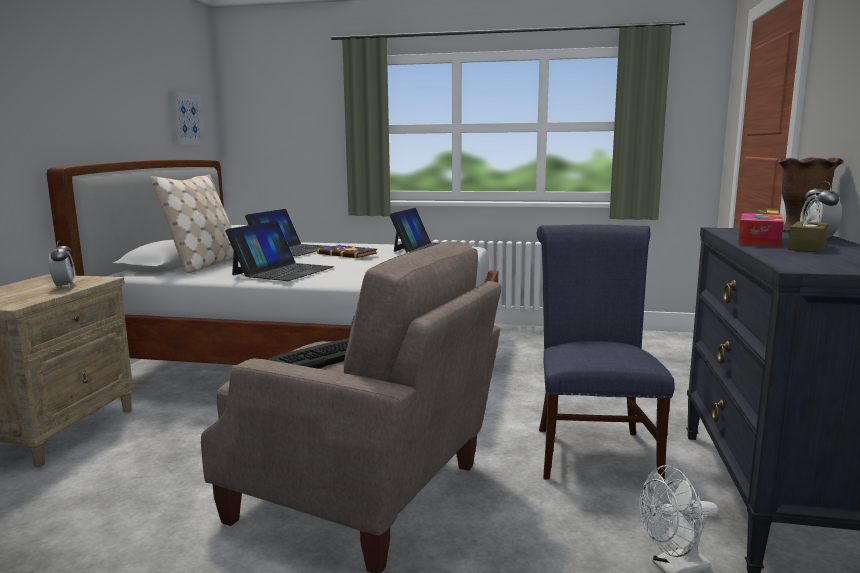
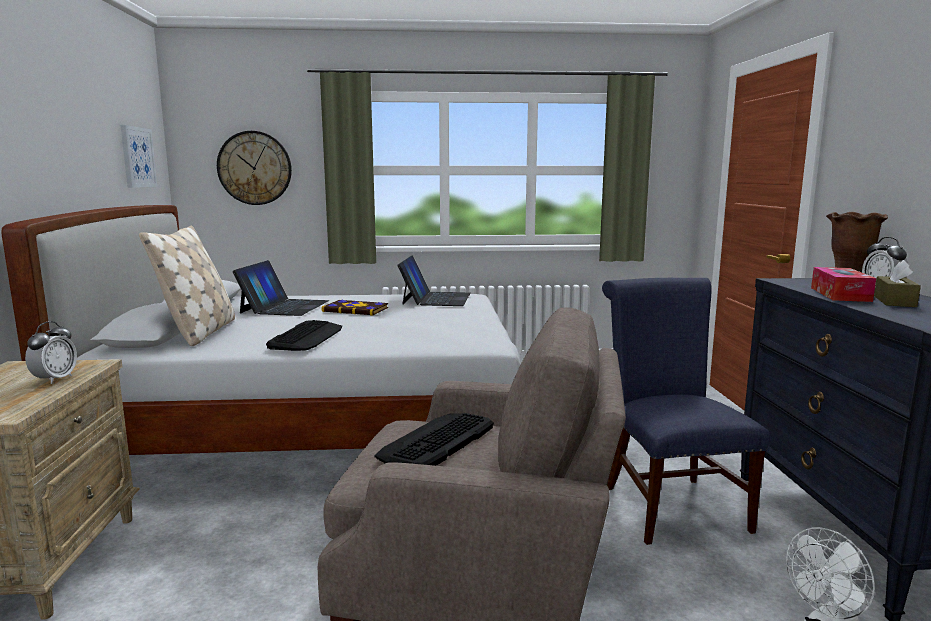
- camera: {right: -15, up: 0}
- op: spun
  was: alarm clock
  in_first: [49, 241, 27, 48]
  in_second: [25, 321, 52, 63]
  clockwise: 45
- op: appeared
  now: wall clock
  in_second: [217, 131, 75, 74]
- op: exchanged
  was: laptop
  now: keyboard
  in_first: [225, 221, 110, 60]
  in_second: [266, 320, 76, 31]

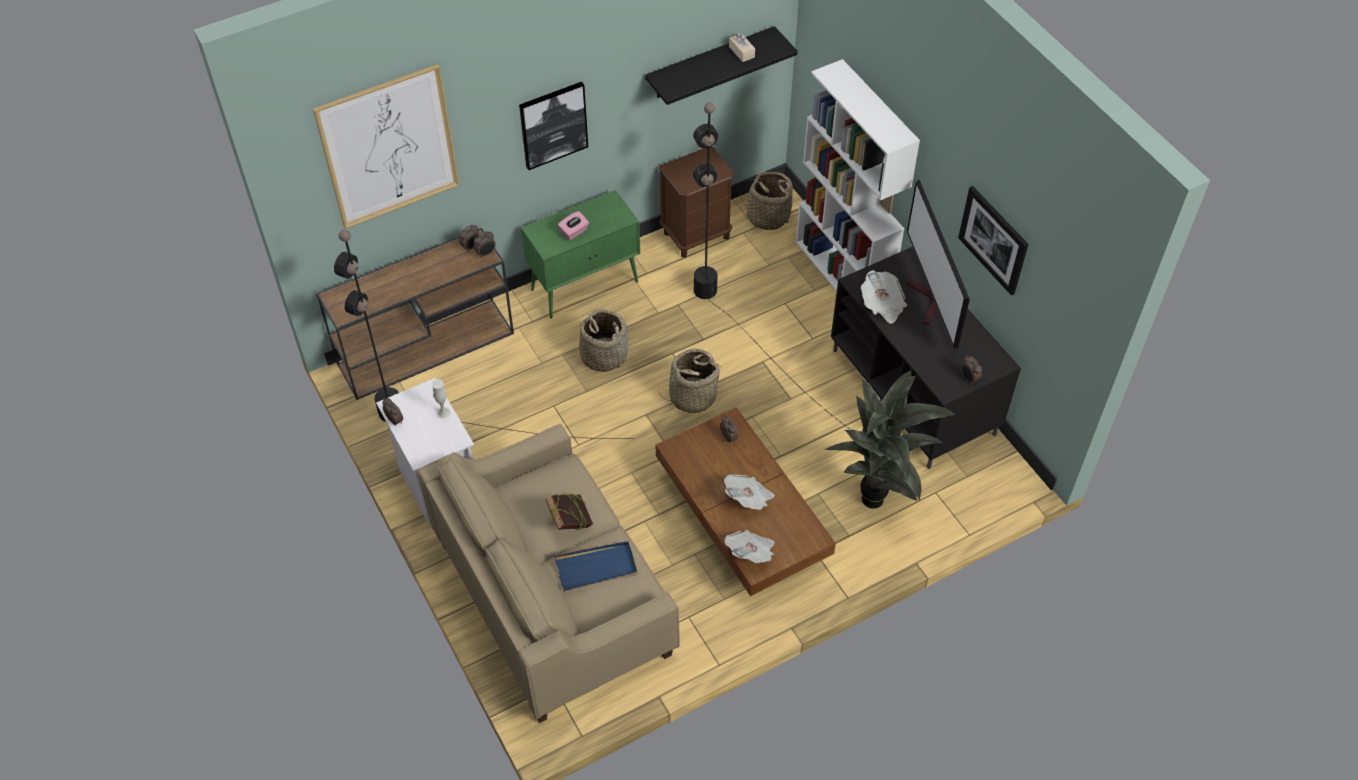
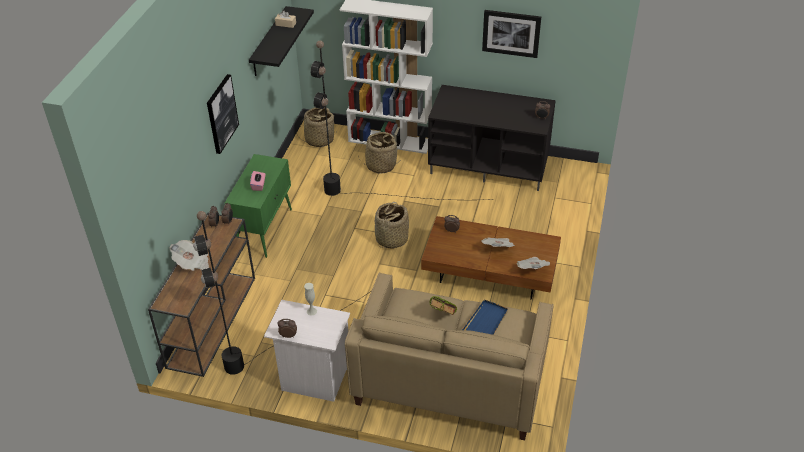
- camera: {right: -45, up: -10}
- op: relocated
  was: newspaper
  in_first: [861, 270, 46, 53]
  in_second: [170, 240, 39, 31]
- op: relocated
  was: basket
  in_first: [579, 309, 49, 63]
  in_second: [358, 132, 39, 42]
- op: missing
  was: picture
  in_first: [313, 64, 146, 165]
- op: missing
  was: brown nightstand
  in_first: [658, 146, 76, 112]
- op: missing
  was: potted plant
  in_first: [825, 370, 130, 139]
- op: missing
  was: television
  in_first: [907, 179, 63, 170]

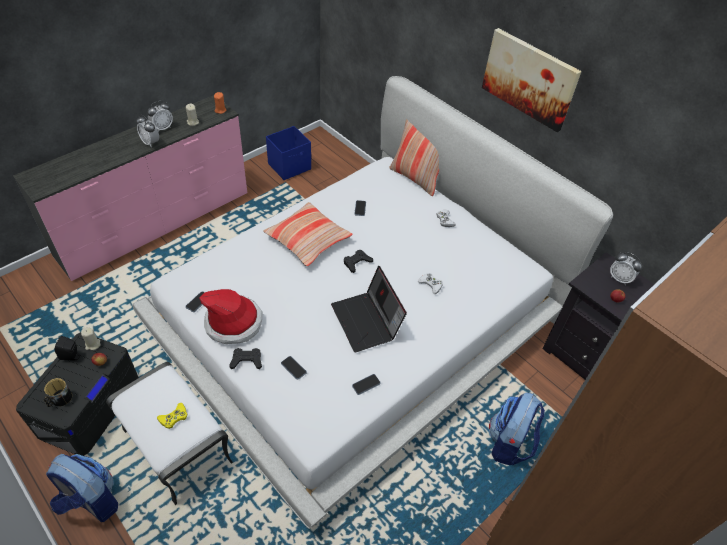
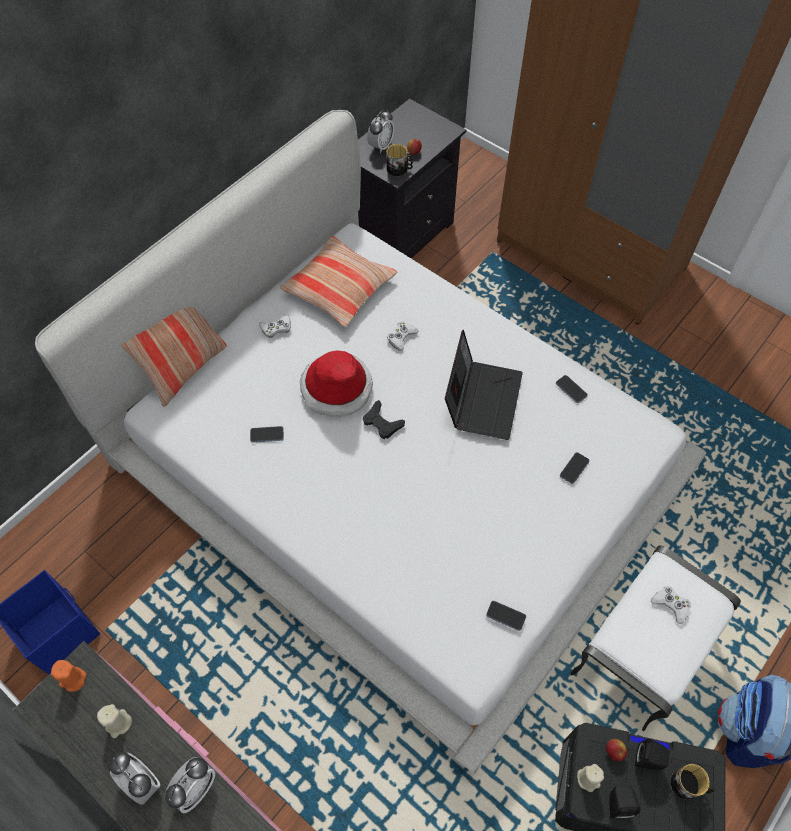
- camera: {right: -95, up: 10}
- op: relocated
  was: pillow
  in_first: [263, 202, 90, 65]
  in_second: [280, 236, 117, 92]
- op: relocated
  was: hat
  in_first: [199, 289, 64, 55]
  in_second: [300, 350, 73, 67]
- op: appeared
  now: mug
  in_second: [386, 144, 27, 32]
- op: spun
  was: laptop
  in_first: [331, 265, 76, 87]
  in_second: [445, 330, 78, 110]
  clockwise: -45
- op: appeared
  now: black speaker
  in_second: [635, 739, 35, 31]
- op: colour
  was: yellow game controller
  now: white game controller
  in_first: [157, 403, 30, 26]
  in_second: [651, 586, 40, 38]
- op: missing
  was: black game controller
  in_first: [229, 348, 33, 21]
- op: missing
  was: picture
  in_first: [482, 28, 100, 104]
- op: missing
  was: backpack
  in_first: [489, 393, 56, 72]

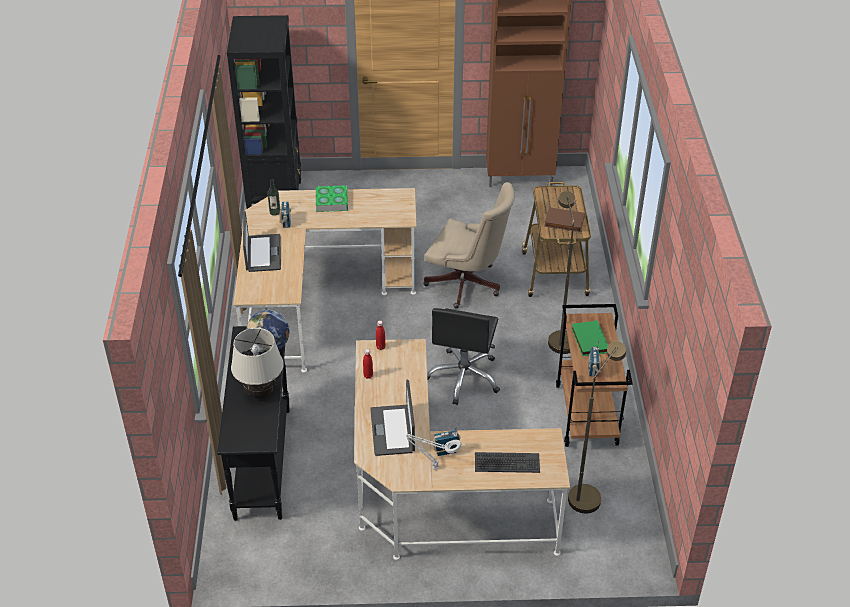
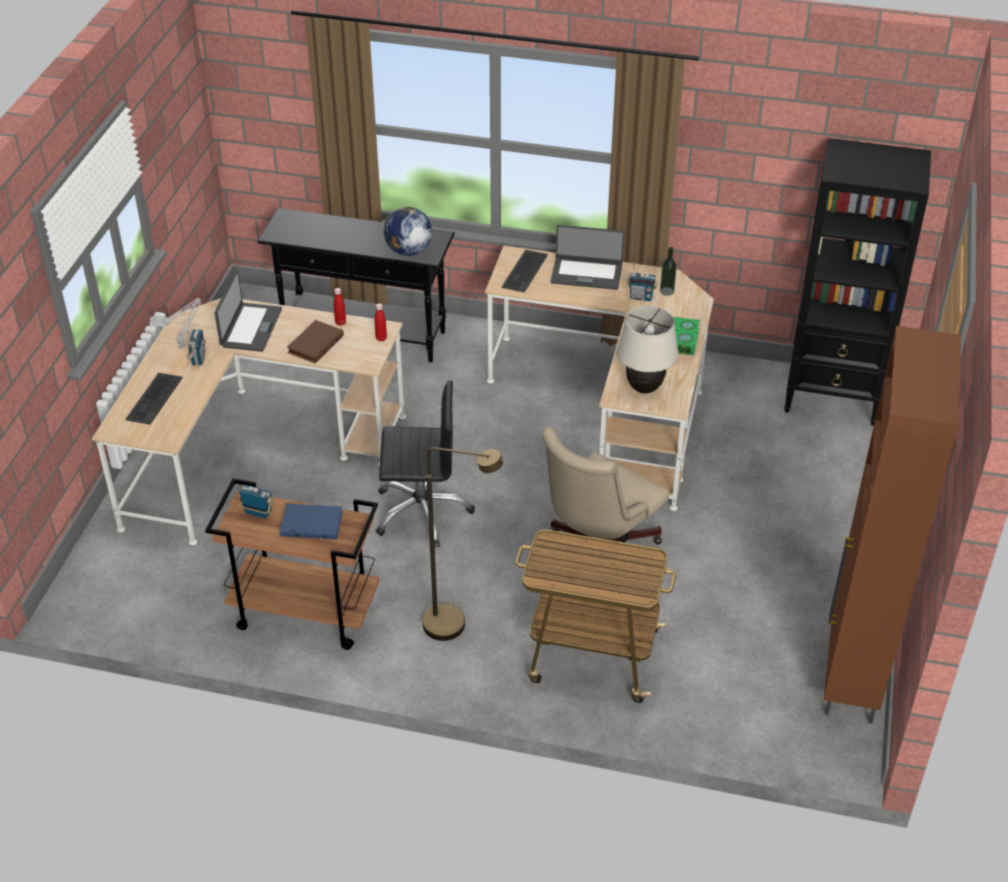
- camera: {right: 105, up: 0}
- op: spun
  was: laptop
  in_first: [370, 380, 45, 76]
  in_second: [215, 270, 67, 82]
  clockwise: 90
- op: colour
  was: green book
  now: blue book
  in_first: [571, 320, 37, 36]
  in_second: [280, 503, 63, 36]
- op: relocated
  was: brown book
  in_first: [544, 207, 41, 25]
  in_second: [287, 320, 57, 44]
- op: spun
  was: black office chair
  in_first: [427, 308, 73, 97]
  in_second: [376, 380, 99, 167]
  clockwise: 150
- op: appeared
  now: keyboard
  in_second: [501, 250, 47, 42]
- op: relocated
  was: beige table lamp
  in_first: [231, 328, 53, 71]
  in_second: [616, 306, 63, 88]
- op: missing
  was: brown floor lamp
  in_first: [568, 341, 58, 172]

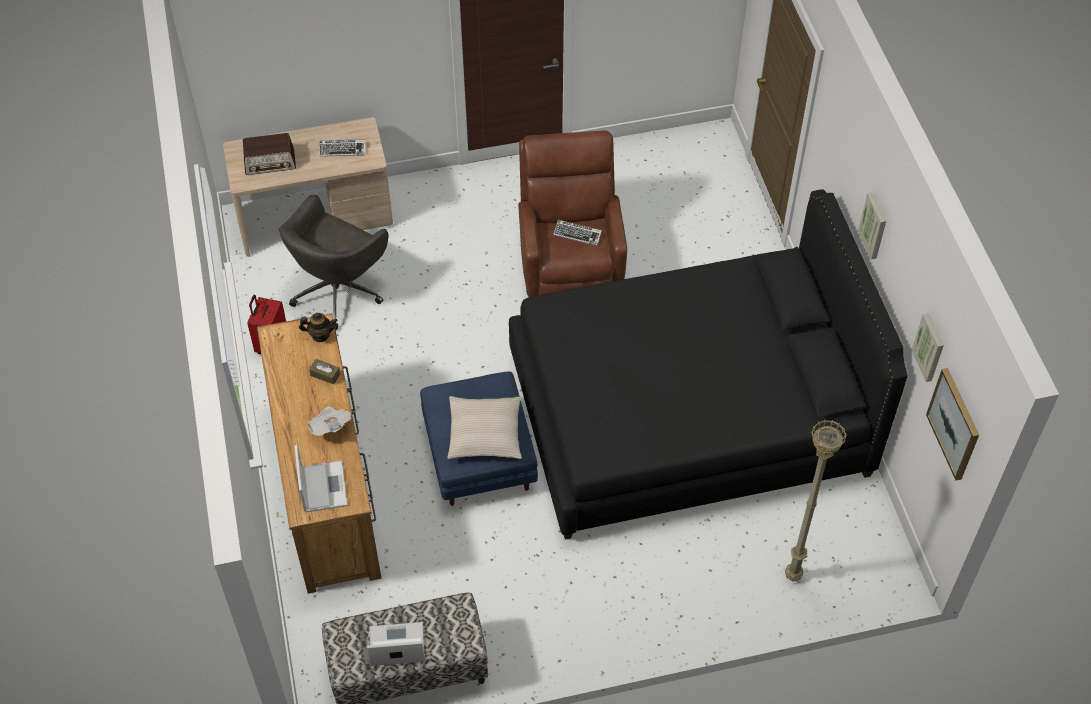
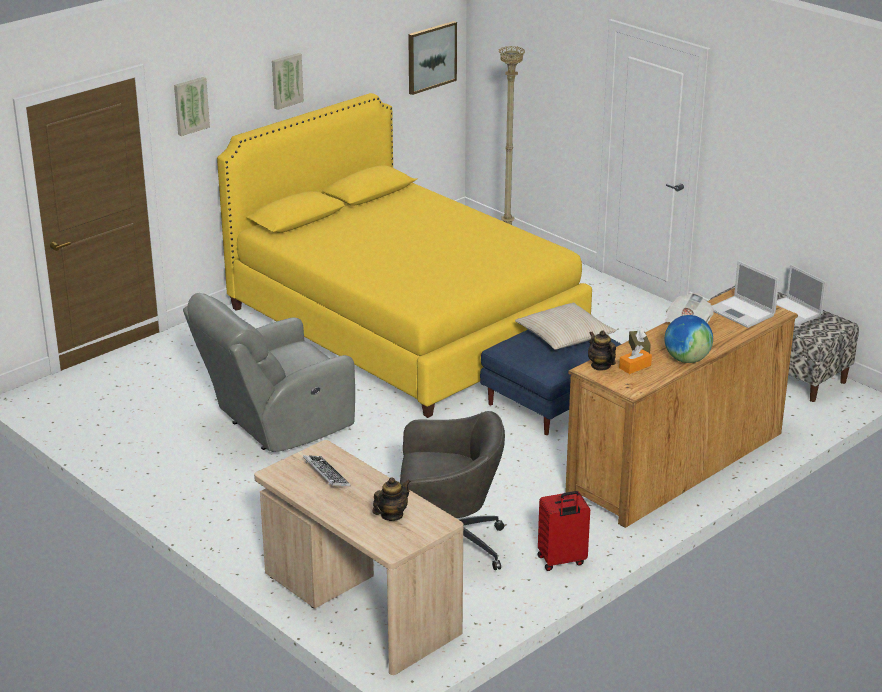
- camera: {right: -120, up: -25}
- op: relocated
  was: picture
  in_first: [912, 313, 32, 69]
  in_second: [174, 77, 36, 59]
- op: colour
  was: brown armchair
  now: grey armchair
  in_first: [518, 131, 109, 166]
  in_second: [183, 293, 172, 159]
- op: colour
  was: black bed
  now: yellow bed
  in_first: [509, 190, 399, 350]
  in_second: [217, 93, 375, 325]
- op: exchanged
  was: radio
  now: teapot
  in_first: [243, 133, 53, 42]
  in_second: [372, 477, 39, 44]
- op: appeared
  now: orange tissue box
  in_second: [619, 345, 33, 29]
- op: appeared
  now: globe
  in_second: [665, 315, 48, 48]
- op: spun
  was: laptop
  in_first: [295, 445, 52, 67]
  in_second: [712, 261, 67, 67]
  clockwise: -90
- op: missing
  was: keyboard
  in_first: [553, 220, 49, 26]

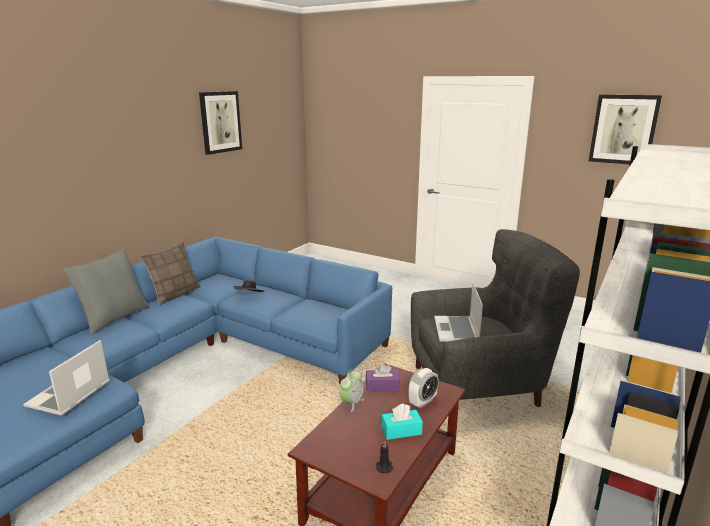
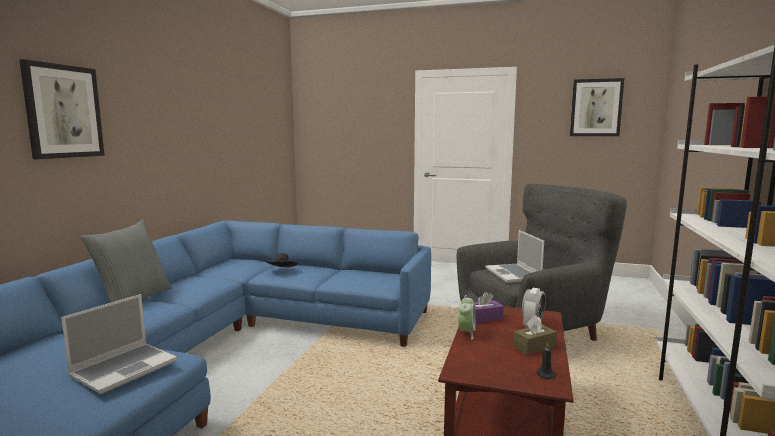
- camera: {right: -15, up: -10}
- op: relocated
  was: picture
  in_first: [199, 91, 43, 64]
  in_second: [20, 59, 85, 100]
- op: spun
  was: laptop
  in_first: [23, 340, 87, 76]
  in_second: [61, 294, 116, 100]
  clockwise: -150
- op: colour
  was: turquoise tissue box
  now: brown tissue box
  in_first: [382, 404, 41, 36]
  in_second: [513, 315, 44, 40]
- op: missing
  was: pillow
  in_first: [140, 241, 61, 64]

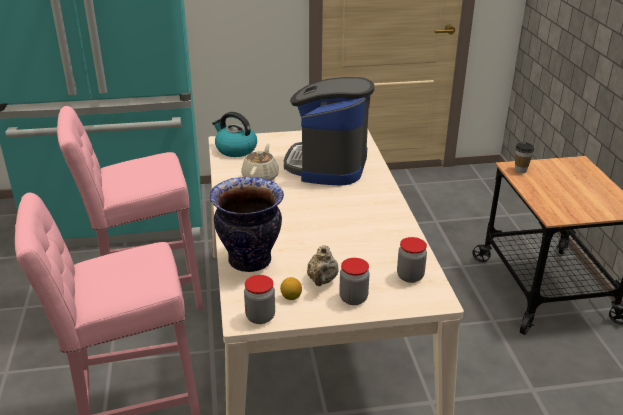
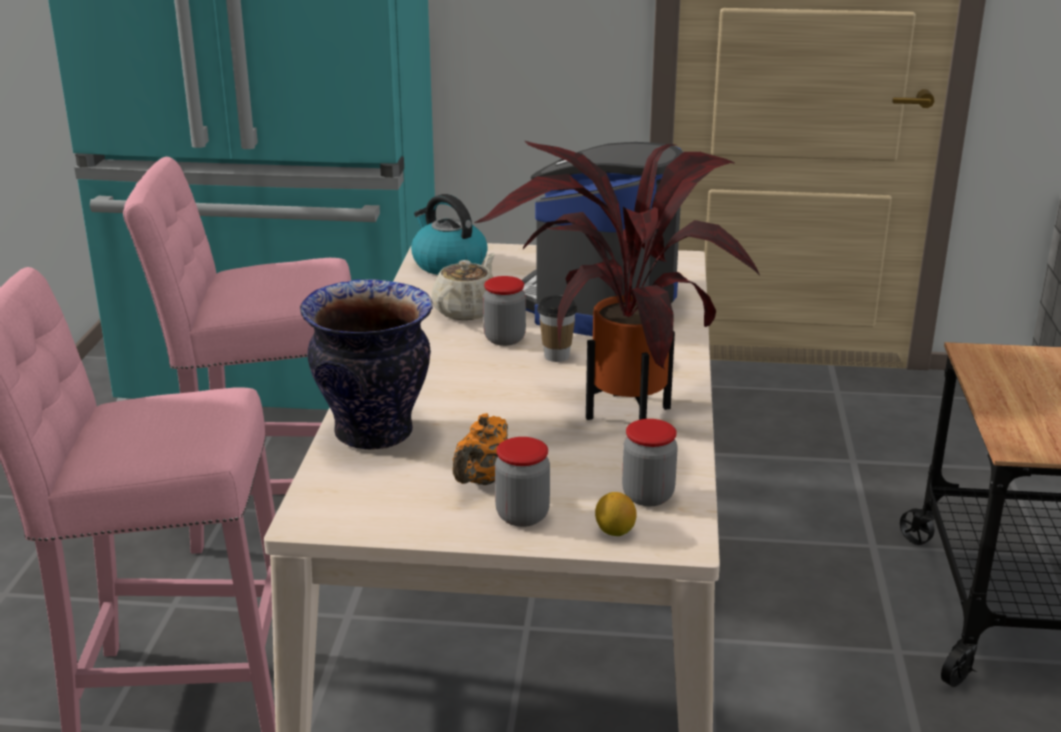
- camera: {right: 15, up: -5}
- op: colour
  was: beige teapot
  now: orange teapot
  in_first: [307, 245, 32, 41]
  in_second: [452, 413, 56, 72]
- op: appeared
  now: potted plant
  in_second: [475, 141, 285, 279]
- op: relocated
  was: jar
  in_first: [244, 275, 31, 49]
  in_second: [483, 276, 43, 70]
- op: relocated
  was: cup
  in_first: [515, 142, 19, 31]
  in_second: [537, 295, 40, 67]
- op: relocated
  was: lemon
  in_first: [280, 277, 22, 23]
  in_second: [595, 492, 42, 44]

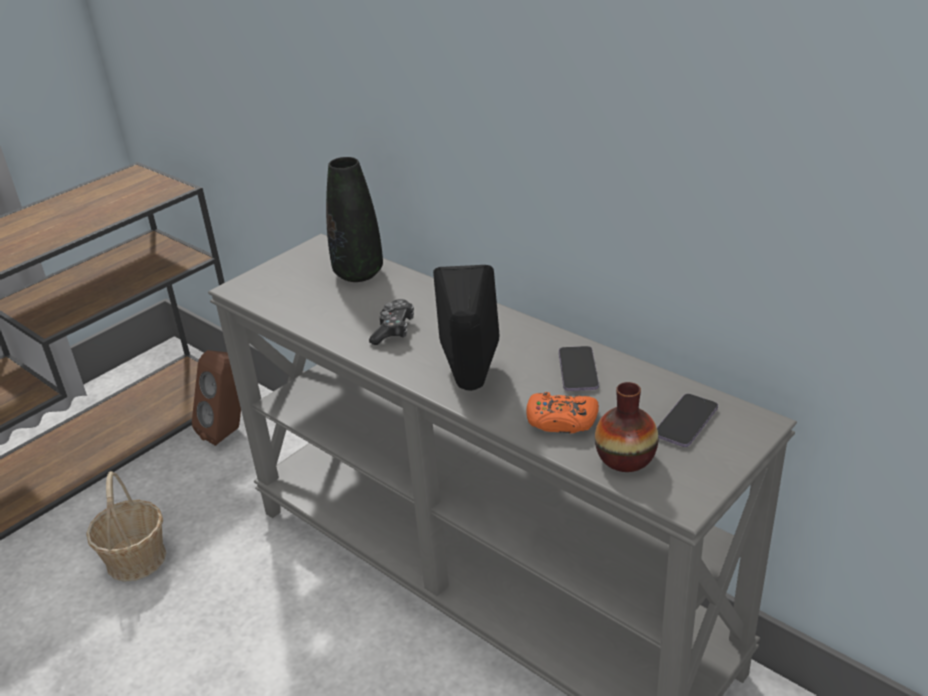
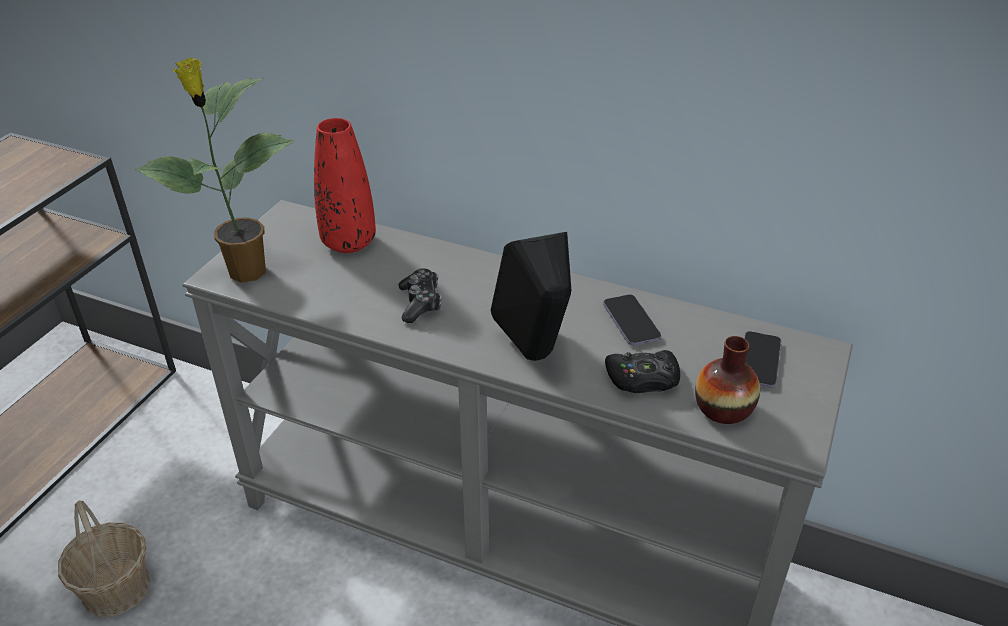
- camera: {right: -20, up: 5}
- op: appeared
  now: potted plant
  in_second: [135, 58, 159, 225]
- op: colour
  was: black vase
  now: red vase
  in_first: [326, 157, 57, 125]
  in_second: [314, 118, 62, 135]
- op: colour
  was: orange game controller
  now: black game controller
  in_first: [526, 392, 73, 41]
  in_second: [605, 350, 75, 43]
- op: missing
  was: brown speaker
  in_first: [192, 350, 49, 96]

